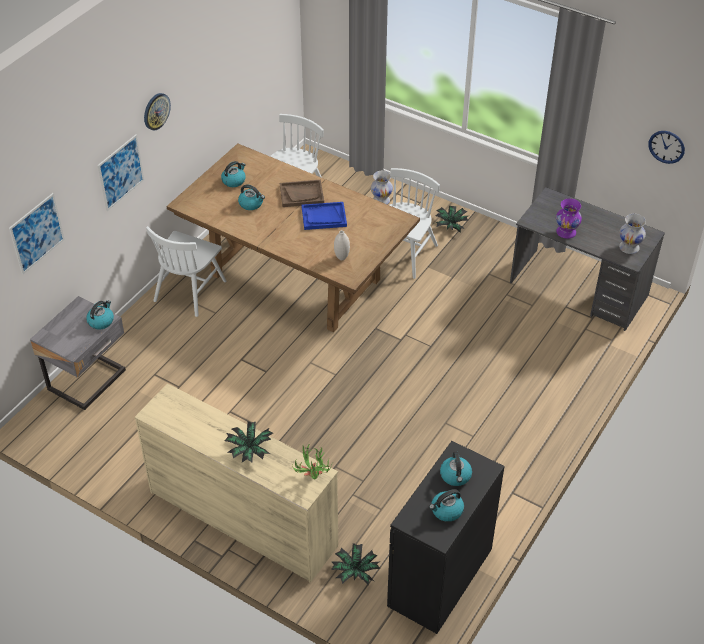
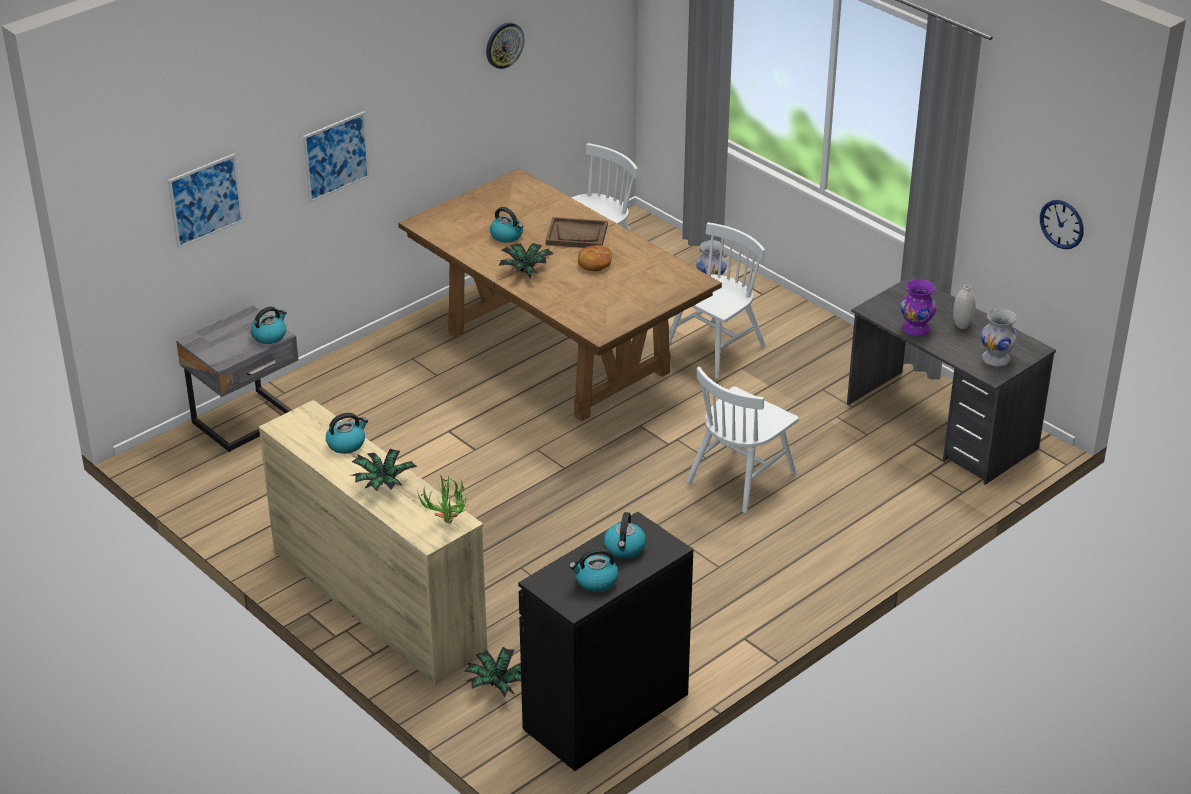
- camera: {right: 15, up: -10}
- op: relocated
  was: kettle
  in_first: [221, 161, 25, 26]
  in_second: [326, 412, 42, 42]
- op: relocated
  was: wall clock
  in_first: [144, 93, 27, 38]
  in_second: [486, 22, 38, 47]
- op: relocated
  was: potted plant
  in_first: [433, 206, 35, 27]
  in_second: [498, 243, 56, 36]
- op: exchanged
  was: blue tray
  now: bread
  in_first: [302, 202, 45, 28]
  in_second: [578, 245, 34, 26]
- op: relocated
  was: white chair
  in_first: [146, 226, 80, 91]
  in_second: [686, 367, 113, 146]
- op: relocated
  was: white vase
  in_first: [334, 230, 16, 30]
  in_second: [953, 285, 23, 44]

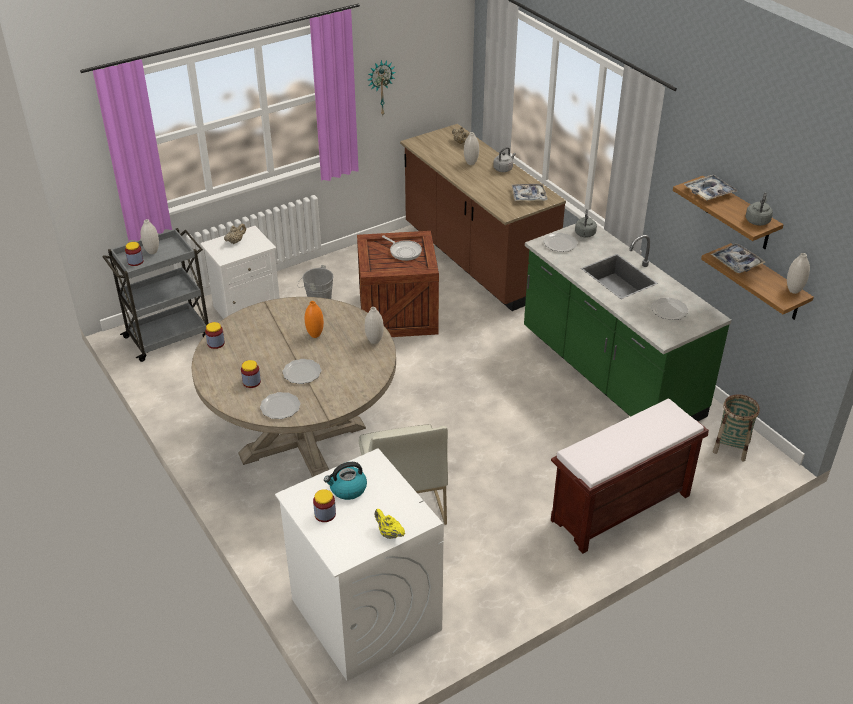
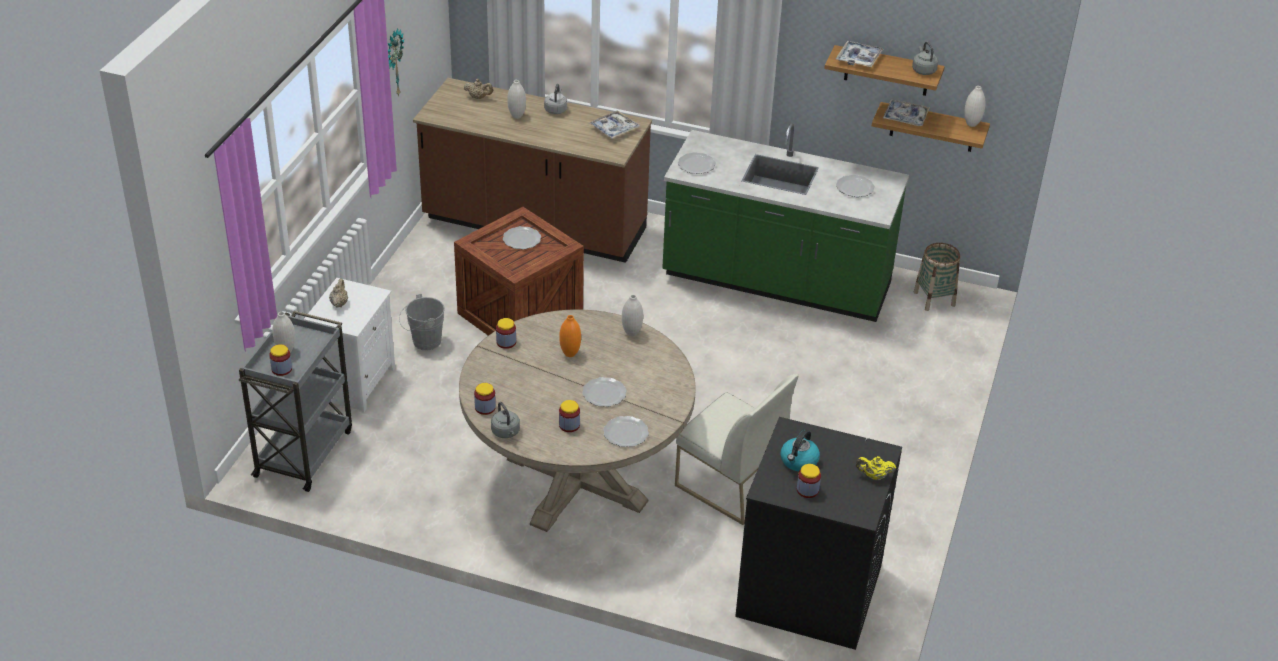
- camera: {right: -40, up: 0}
- op: relocated
  was: grey kettle
  in_first: [575, 209, 22, 28]
  in_second: [491, 402, 29, 36]
- op: appeared
  now: jar
  in_second: [496, 318, 20, 31]
- op: exchanged
  was: frying pan
  now: plate
  in_first: [382, 236, 40, 25]
  in_second: [503, 226, 38, 23]
- op: colour
  was: white washing machine
  now: black washing machine
  in_first: [275, 448, 169, 233]
  in_second: [735, 417, 167, 233]
- op: missing
  was: brown bench
  in_first: [551, 399, 158, 155]

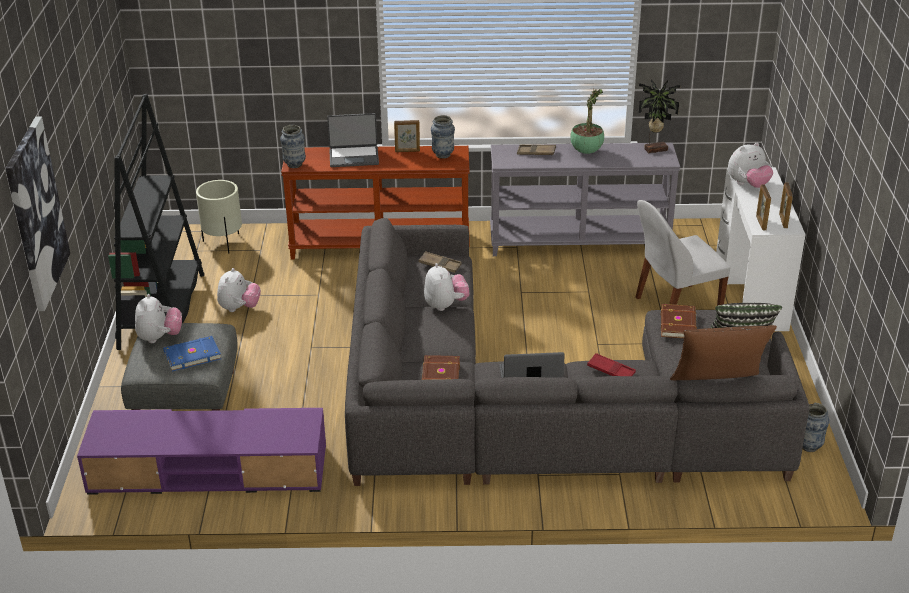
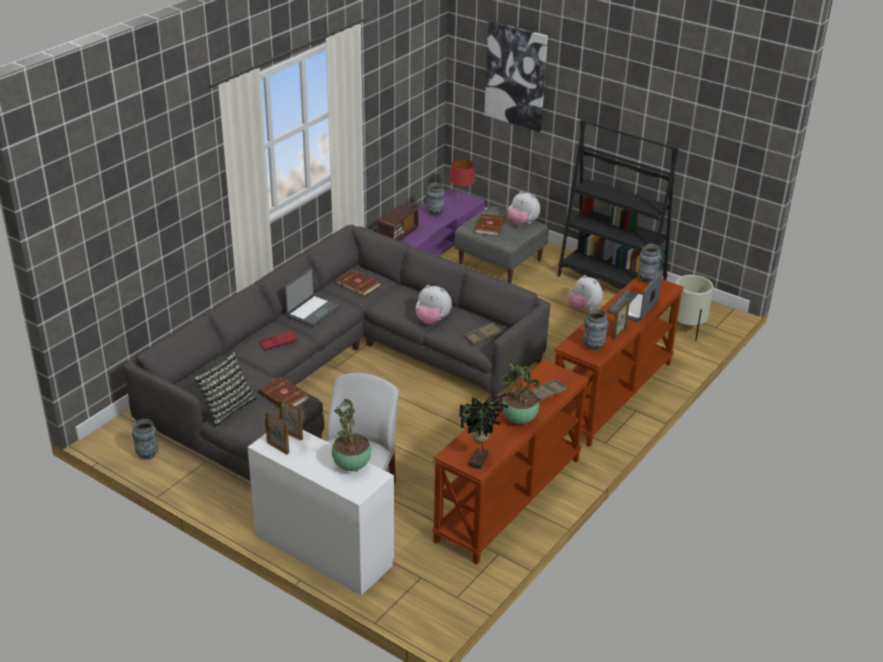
- camera: {right: 125, up: 0}
- op: exchanged
  was: plush toy
  now: potted plant
  in_first: [728, 143, 45, 45]
  in_second: [332, 398, 39, 73]
- op: appeared
  now: radio
  in_second: [378, 204, 41, 37]
- op: appeared
  now: vase
  in_second: [426, 183, 19, 33]
- op: colour
  was: grey console table
  now: brown console table
  in_first: [490, 143, 190, 113]
  in_second: [432, 360, 157, 205]
- op: appeared
  now: red table lamp
  in_second: [449, 159, 27, 43]
- op: colour
  was: blue book
  now: brown book
  in_first: [163, 336, 58, 35]
  in_second: [475, 214, 30, 22]
- op: missing
  was: brown pillow
  in_first: [670, 325, 107, 55]

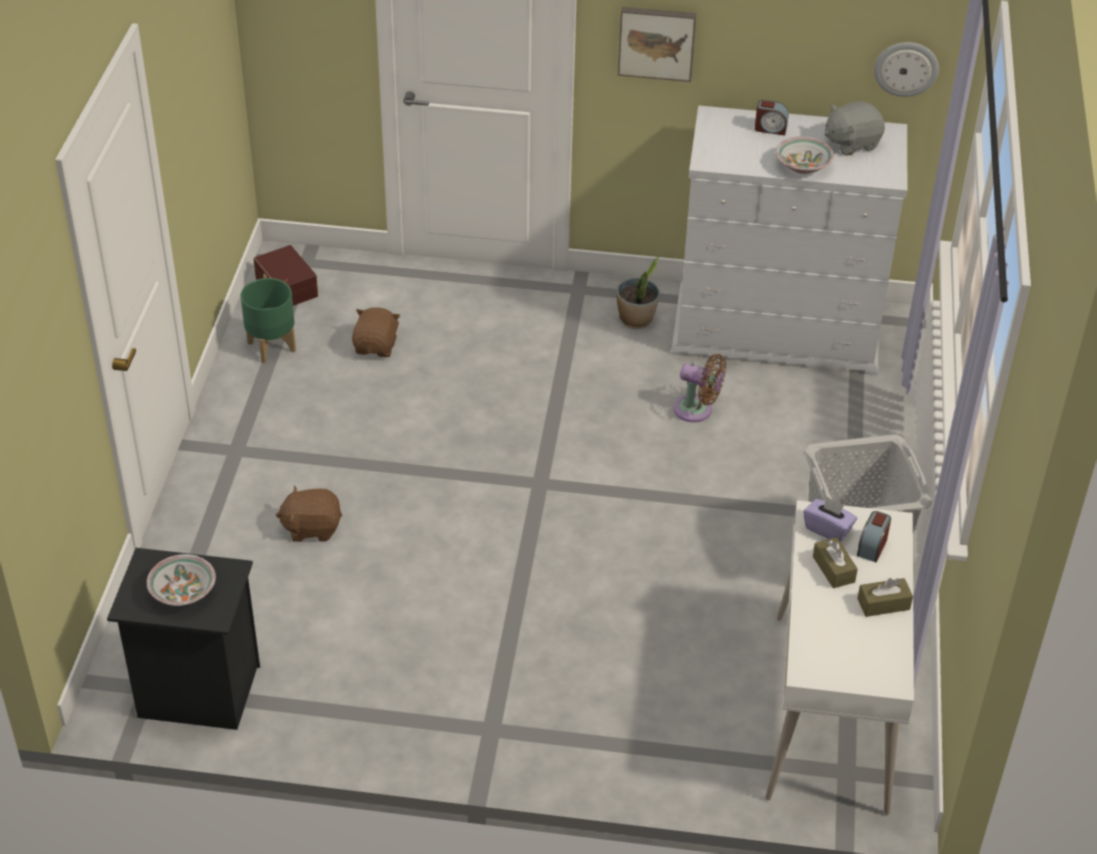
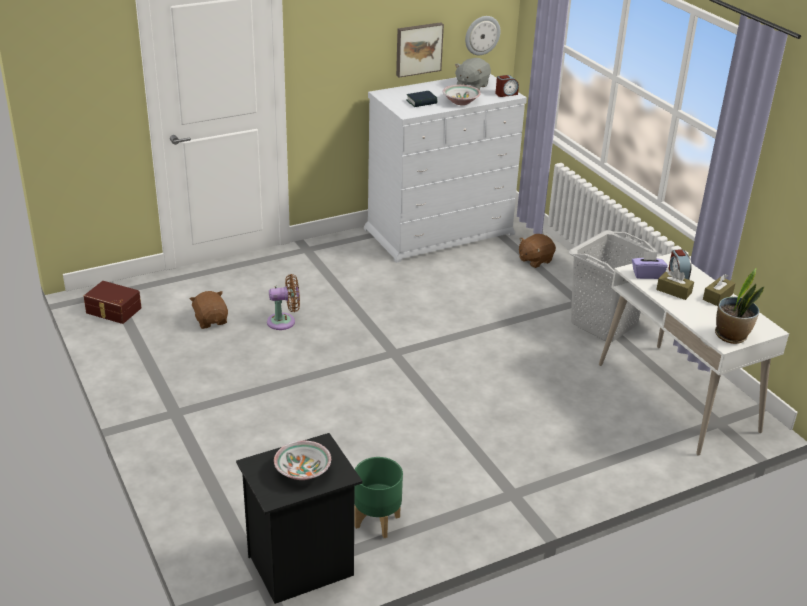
- camera: {right: -35, up: -10}
- op: relocated
  was: brown fan
  in_first: [673, 354, 53, 68]
  in_second: [267, 274, 33, 56]
- op: relocated
  was: green planter
  in_first: [241, 278, 55, 85]
  in_second: [354, 457, 49, 81]
- op: relocated
  was: picture
  in_first: [618, 7, 79, 75]
  in_second: [396, 22, 48, 56]
- op: appeared
  now: book
  in_second: [406, 91, 31, 16]
- op: relocated
  was: alarm clock
  in_first: [755, 100, 34, 35]
  in_second: [496, 75, 23, 22]
- op: relocated
  was: brown plush toy
  in_first: [276, 486, 66, 56]
  in_second: [519, 234, 37, 34]
- op: relocated
  was: potted plant
  in_first: [616, 257, 43, 72]
  in_second: [715, 268, 49, 76]

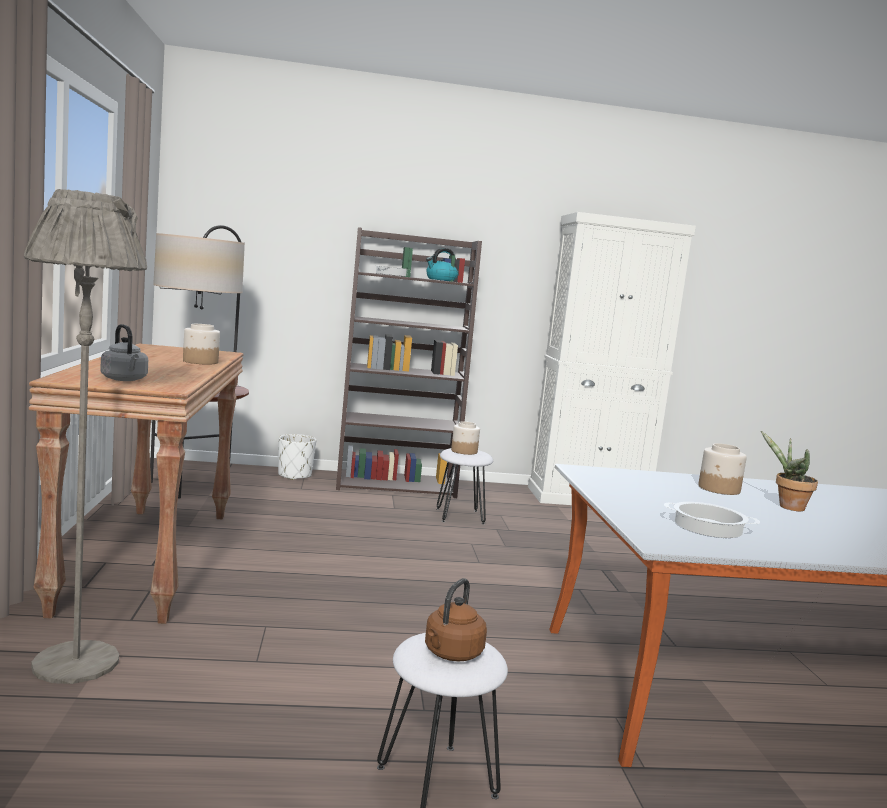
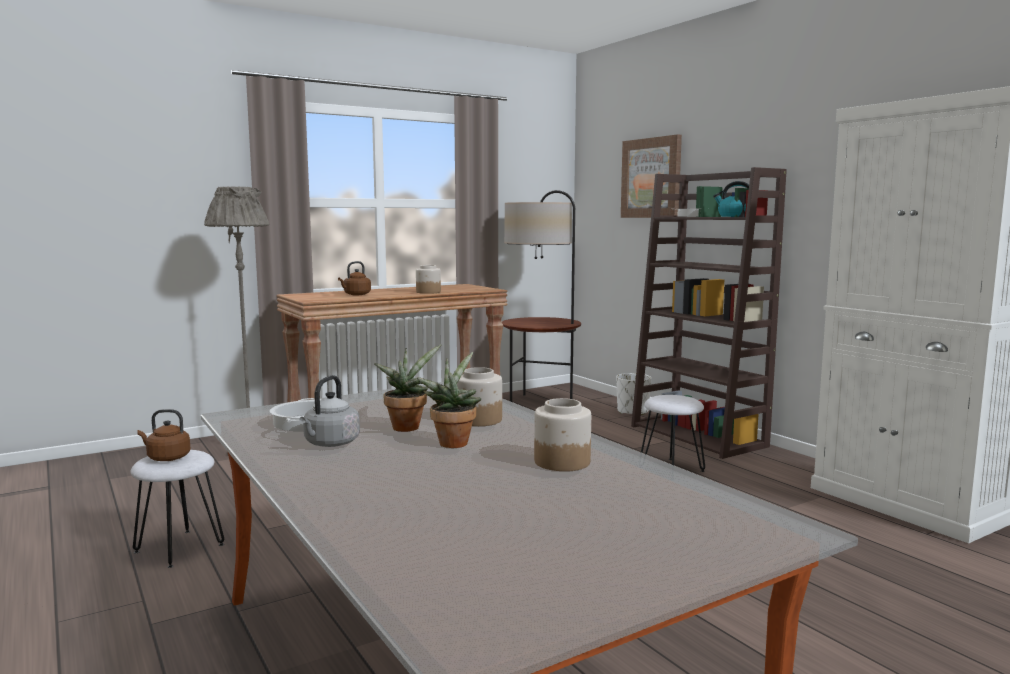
- camera: {right: 65, up: 0}
- op: relocated
  was: grey kettle
  in_first: [100, 324, 48, 57]
  in_second: [300, 375, 60, 72]
- op: appeared
  now: brown kettle
  in_second: [338, 261, 33, 34]
- op: appeared
  now: potted plant
  in_second: [374, 344, 67, 88]
- op: relocated
  was: jar
  in_first: [451, 421, 29, 34]
  in_second: [534, 398, 57, 73]
- op: appeared
  now: picture
  in_second: [621, 134, 61, 84]

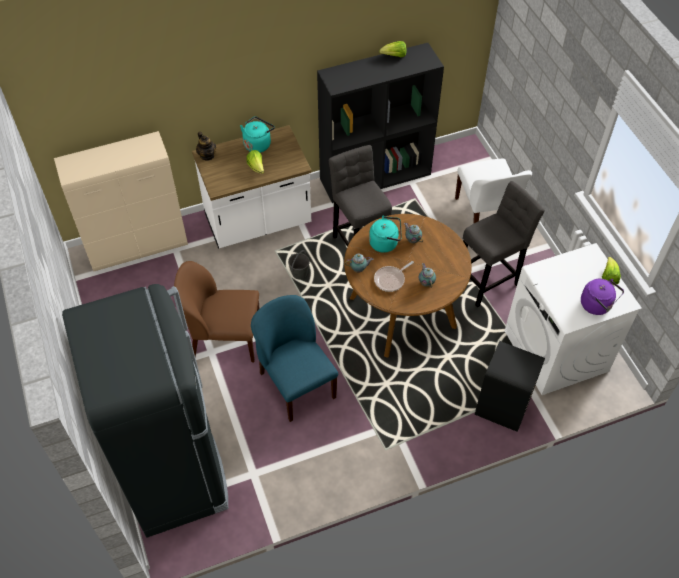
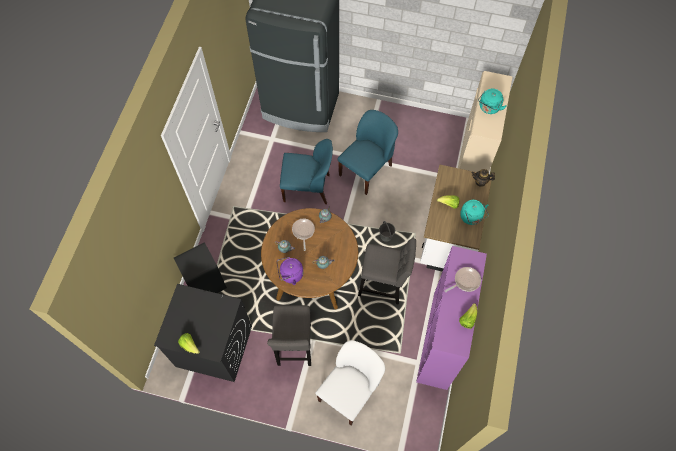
- camera: {right: 125, up: 10}
- op: colour
  was: white washing machine
  now: black washing machine
  in_first: [504, 243, 138, 152]
  in_second: [154, 284, 98, 98]
- op: relocated
  was: purple kettle
  in_first: [581, 279, 43, 36]
  in_second: [277, 257, 27, 28]
- op: spun
  was: white chair
  in_first: [455, 158, 77, 66]
  in_second: [315, 340, 70, 85]
  clockwise: 105
- op: colour
  was: brown chair
  now: blue chair
  in_first: [174, 261, 86, 101]
  in_second: [338, 110, 60, 85]
- op: colour
  was: black bookcase
  now: purple bookcase
  in_first: [317, 43, 127, 160]
  in_second: [416, 246, 71, 144]
- op: appeared
  now: frying pan
  in_second: [445, 267, 36, 25]
- op: relocated
  was: turquoise kettle
  in_first: [369, 216, 33, 37]
  in_second: [478, 89, 29, 25]

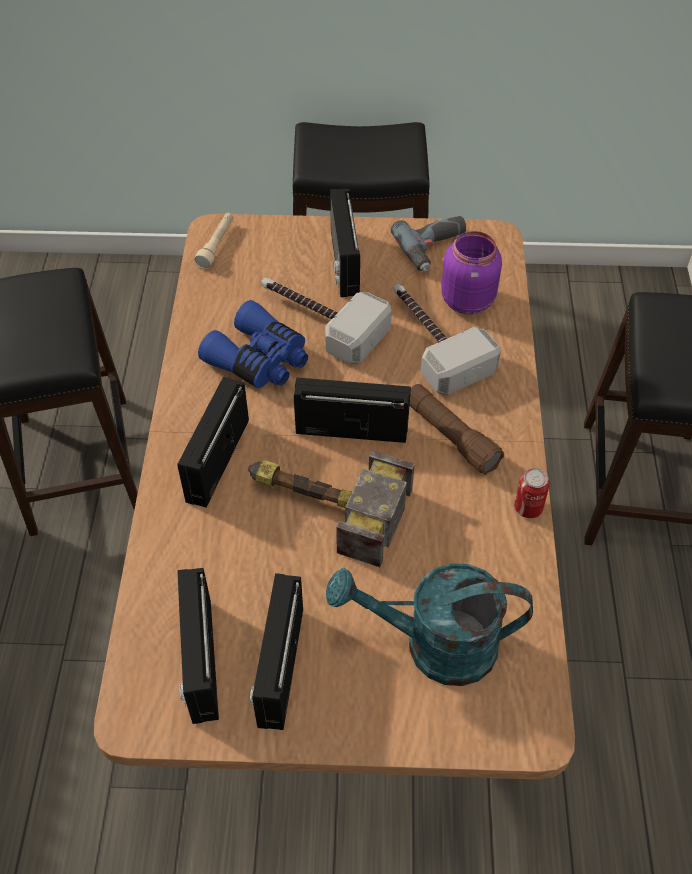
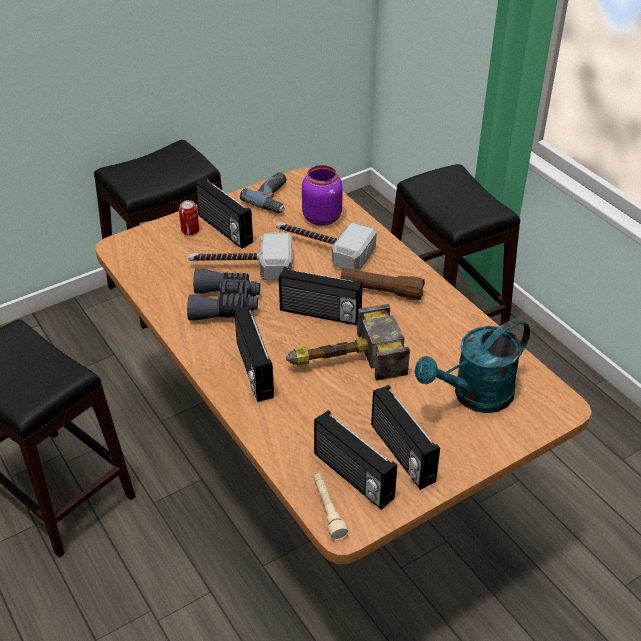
- camera: {right: -35, up: -10}
- op: relocated
  was: can
  in_first: [514, 468, 36, 50]
  in_second: [179, 200, 20, 35]
- op: colour
  was: blue binoculars
  now: grey binoculars
  in_first: [198, 300, 110, 88]
  in_second: [187, 268, 73, 53]
- op: spun
  was: radio
  in_first: [294, 378, 117, 65]
  in_second: [279, 267, 84, 58]
  clockwise: -135
- op: relocated
  was: beige flashlight
  in_first: [194, 213, 39, 56]
  in_second: [313, 473, 35, 67]

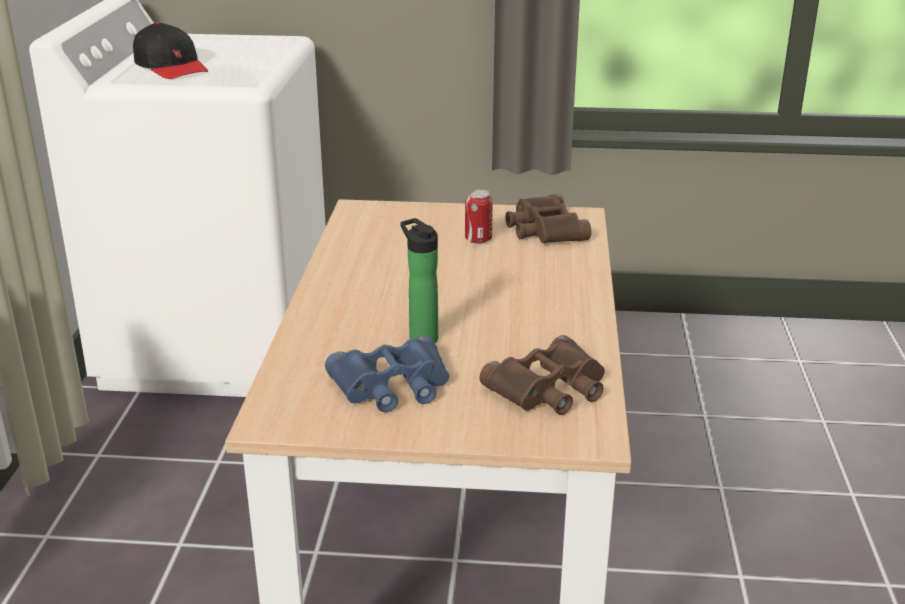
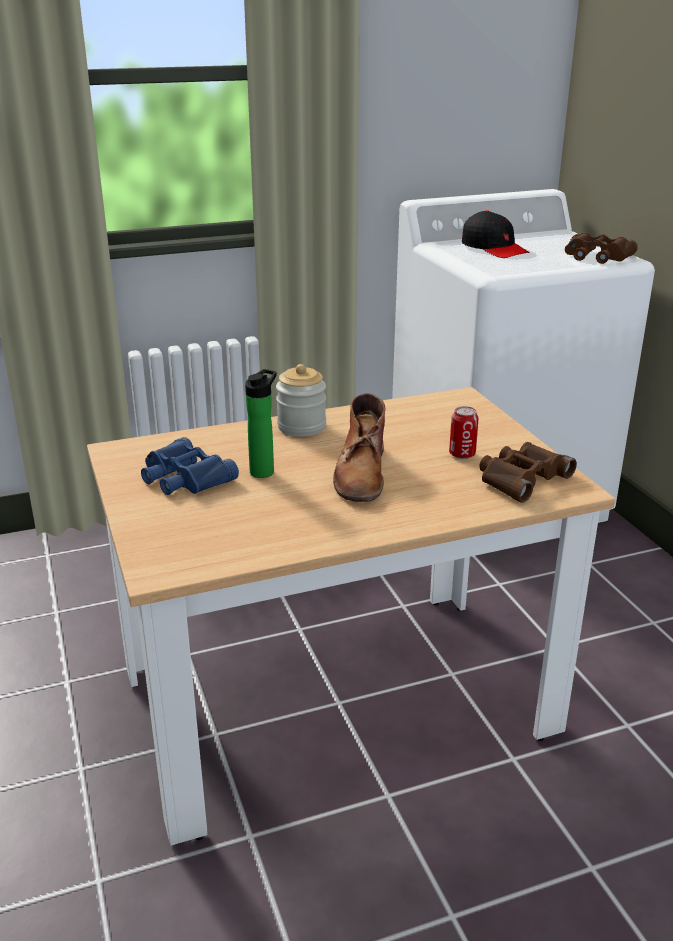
- camera: {right: 65, up: 0}
- op: appeared
  now: jar
  in_second: [276, 364, 50, 73]
- op: appeared
  now: brown boot
  in_second: [333, 393, 53, 109]
- op: spun
  was: black cap
  in_first: [133, 22, 75, 57]
  in_second: [462, 210, 68, 48]
  clockwise: -60
- op: relocated
  was: brown binoculars
  in_first: [479, 335, 126, 80]
  in_second: [565, 232, 73, 32]

